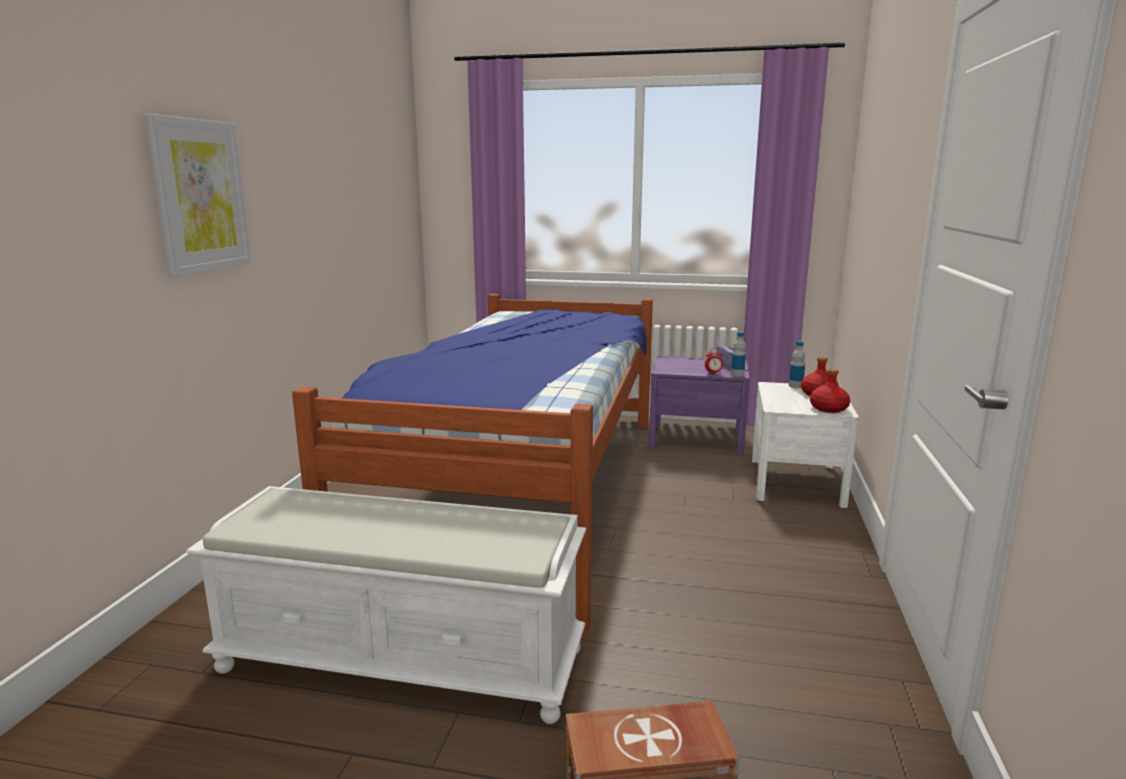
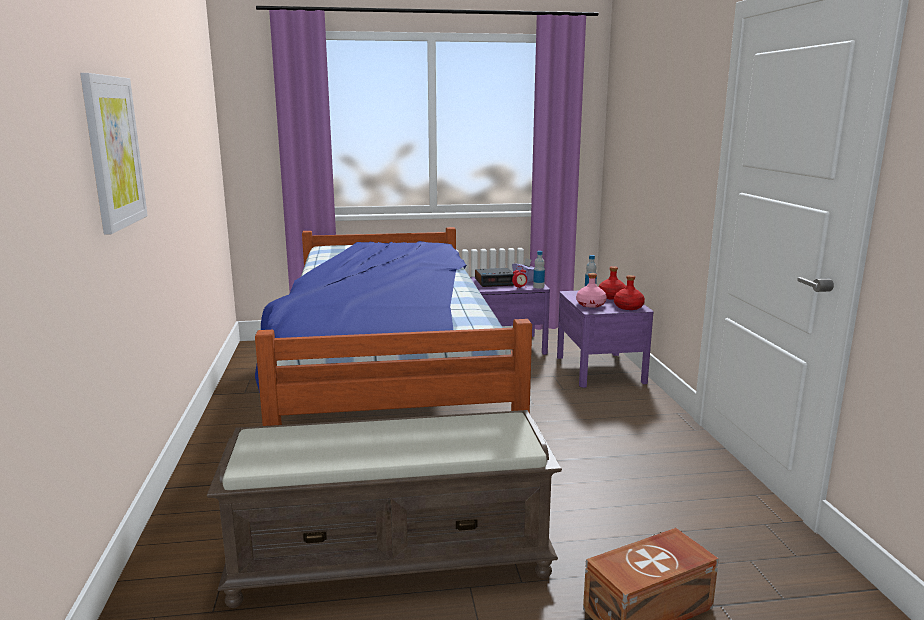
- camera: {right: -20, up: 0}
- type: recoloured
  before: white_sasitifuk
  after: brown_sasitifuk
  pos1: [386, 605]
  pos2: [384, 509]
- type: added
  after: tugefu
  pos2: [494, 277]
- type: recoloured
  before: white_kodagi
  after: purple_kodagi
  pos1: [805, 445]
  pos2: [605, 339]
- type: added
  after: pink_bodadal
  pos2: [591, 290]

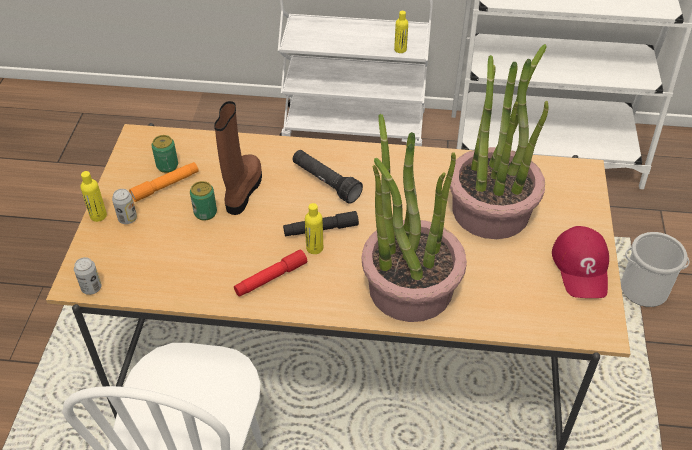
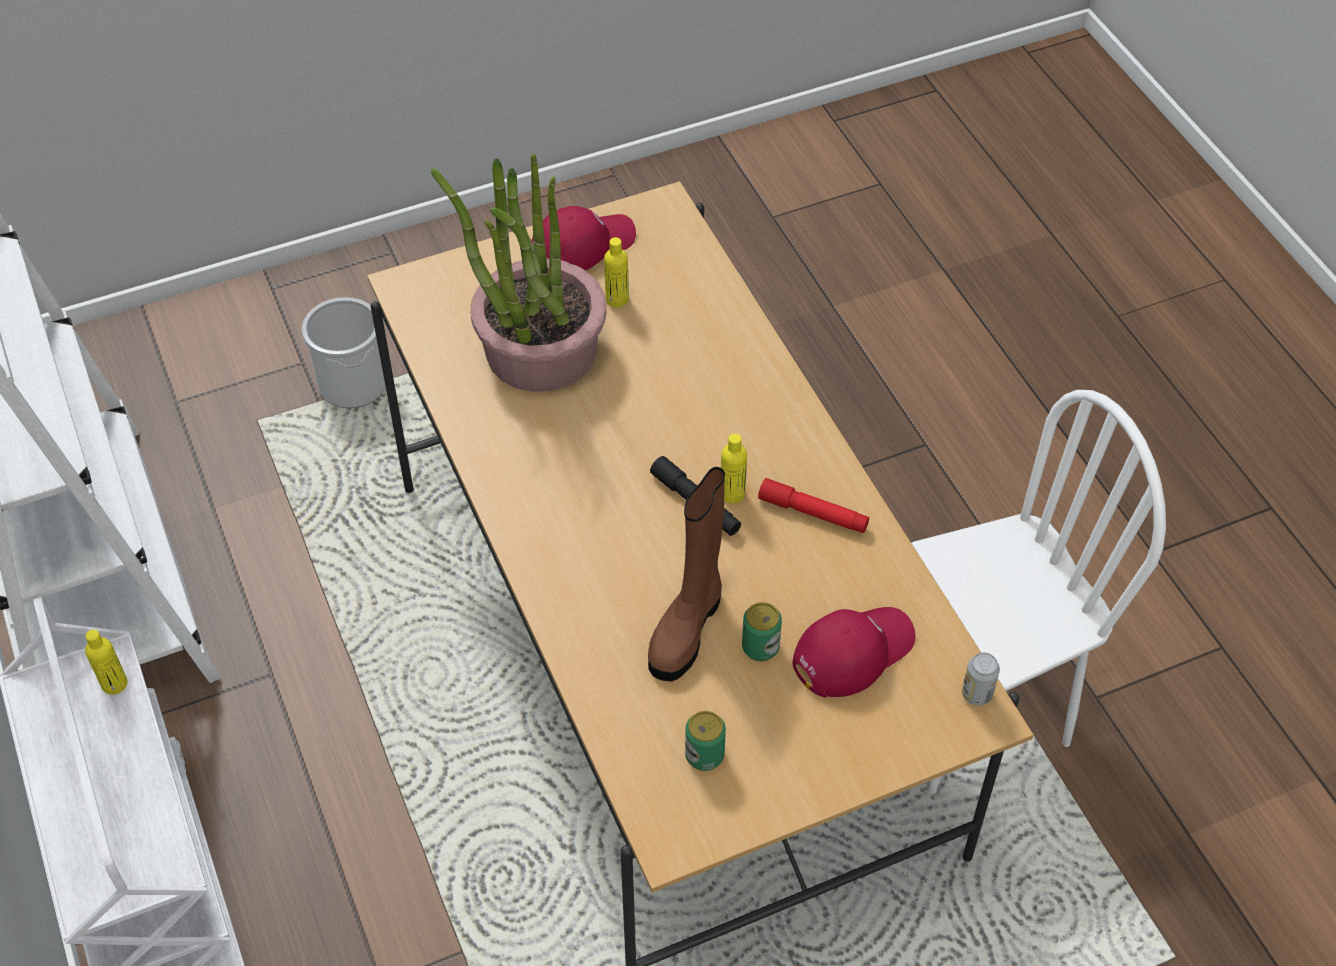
- camera: {right: -120, up: 5}
- type: moved
  before: yellow_bodadal
  pos1: [93, 196]
  pos2: [616, 272]
- type: turned
  before: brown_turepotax
  pos1: [238, 158]
  pos2: [686, 574]
  turn: -45
- type: added
  after: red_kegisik
  pos2: [854, 652]
- type: removed
  before: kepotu
  pos1: [124, 206]
- type: removed
  before: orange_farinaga
  pos1: [164, 182]
- type: removed
  before: black_farinaga
  pos1: [328, 177]
- type: removed
  before: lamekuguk
  pos1: [414, 218]

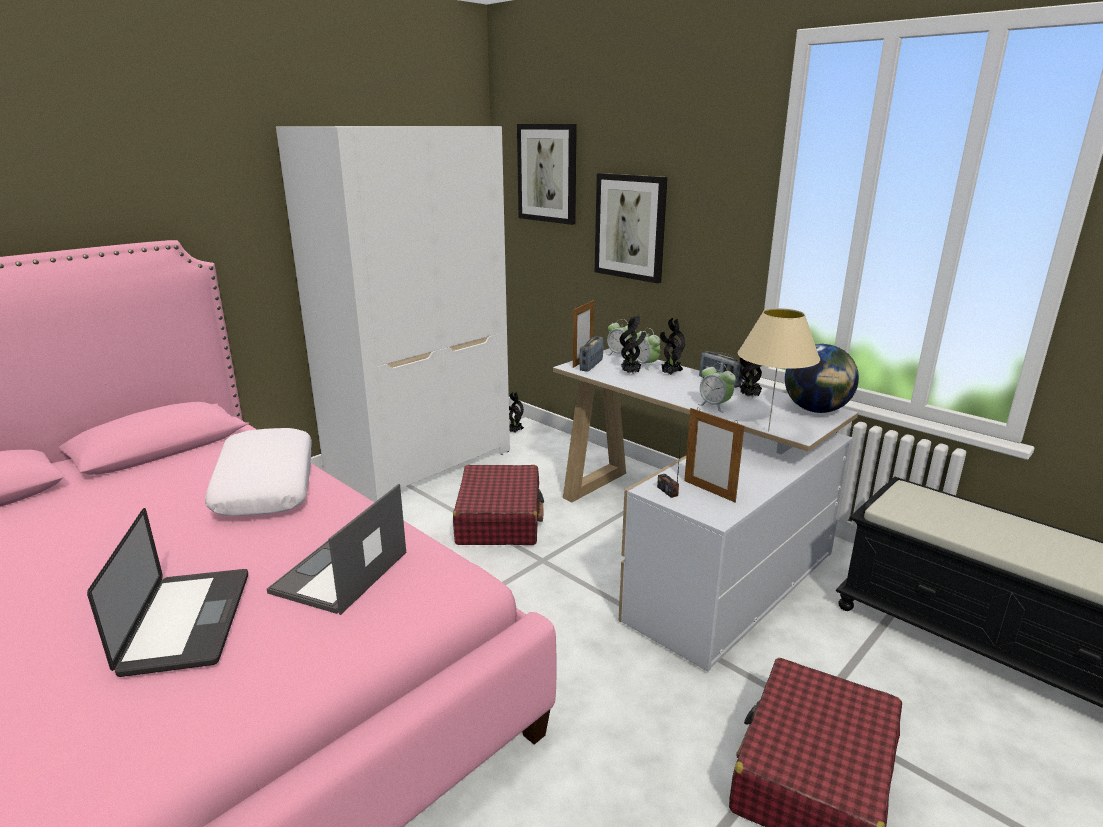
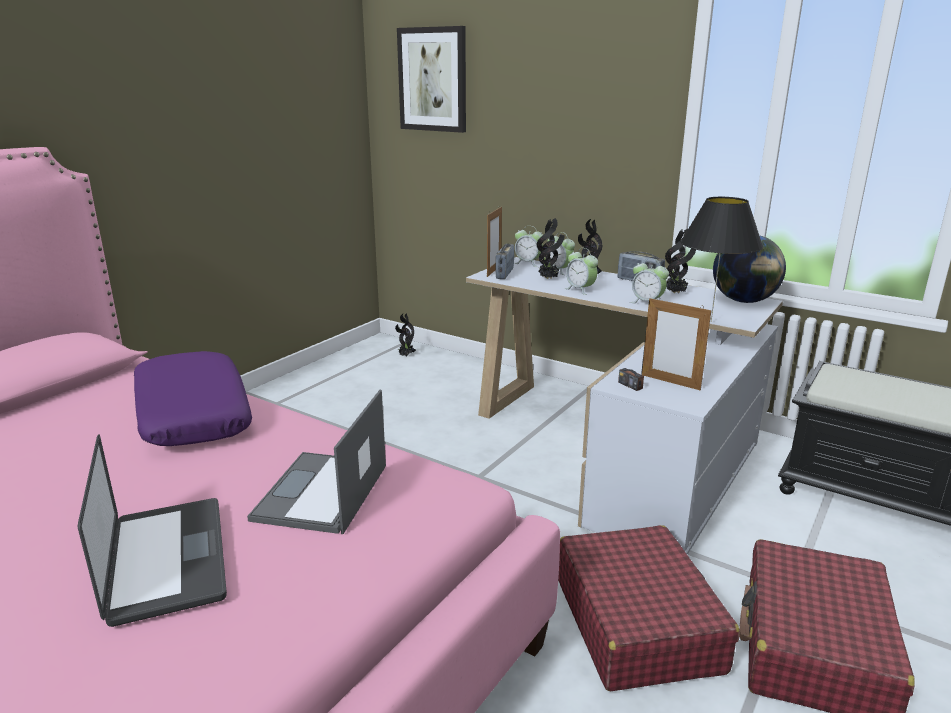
- camera: {right: -10, up: 0}
- type: recoloured
  before: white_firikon
  after: purple_firikon
  pos1: [258, 472]
  pos2: [193, 398]
- type: moved
  before: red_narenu
  pos1: [498, 505]
  pos2: [649, 608]
- type: added
  after: tugefu
  pos2: [581, 271]
- type: recoloured
  before: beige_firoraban
  after: black_firoraban
  pos1: [779, 370]
  pos2: [722, 259]
- type: removed
  before: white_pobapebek
  pos1: [393, 314]
- type: removed
  before: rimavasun
  pos1: [631, 228]

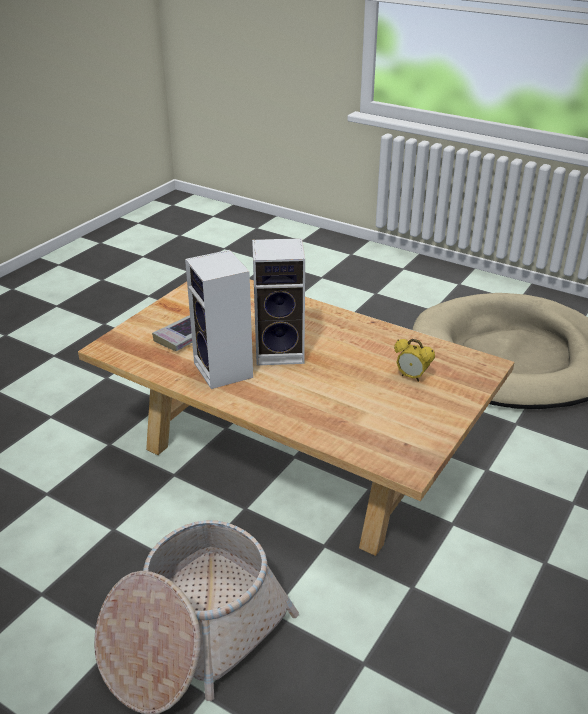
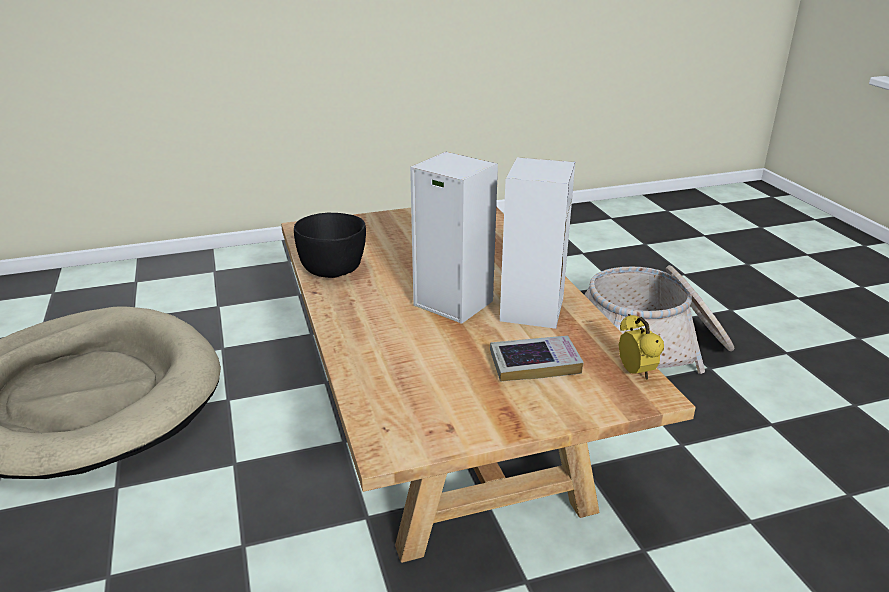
- camera: {right: -140, up: -5}
- type: added
  after: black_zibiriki
  pos2: [330, 245]
- type: moved
  before: tugefu
  pos1: [414, 360]
  pos2: [641, 346]

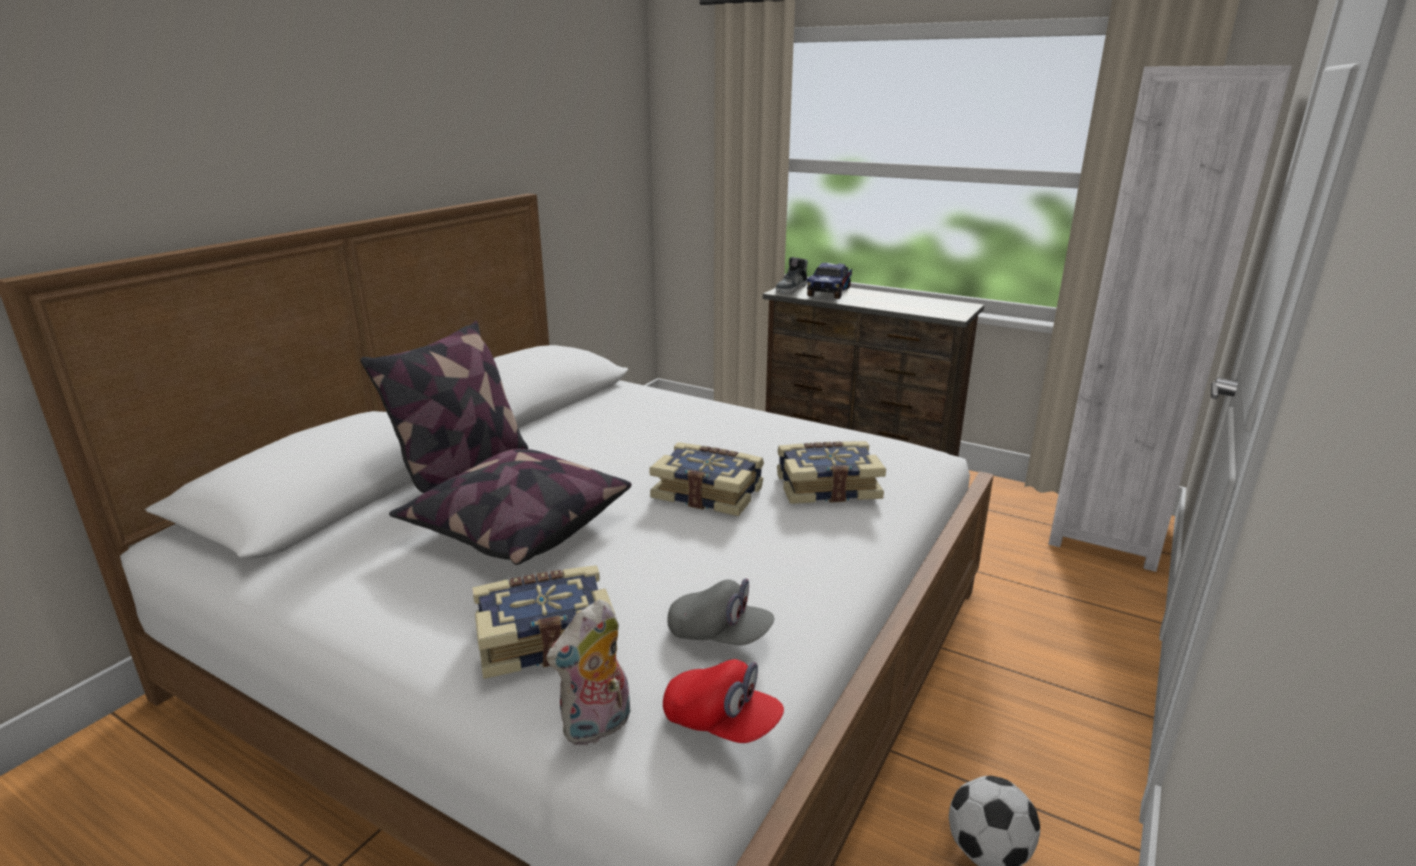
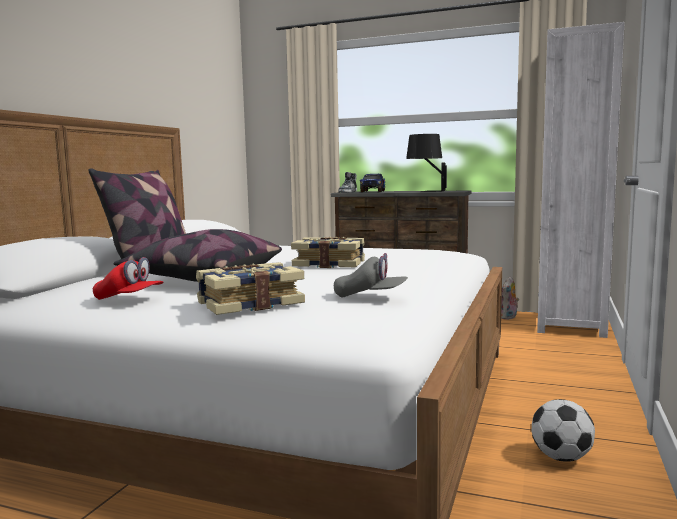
- camera: {right: -10, up: -15}
- type: moved
  before: red_kegisik
  pos1: [723, 701]
  pos2: [128, 278]
- type: added
  after: black_firoraban
  pos2: [426, 163]
- type: moved
  before: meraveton
  pos1: [588, 672]
  pos2: [510, 298]
- type: removed
  before: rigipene
  pos1: [831, 472]

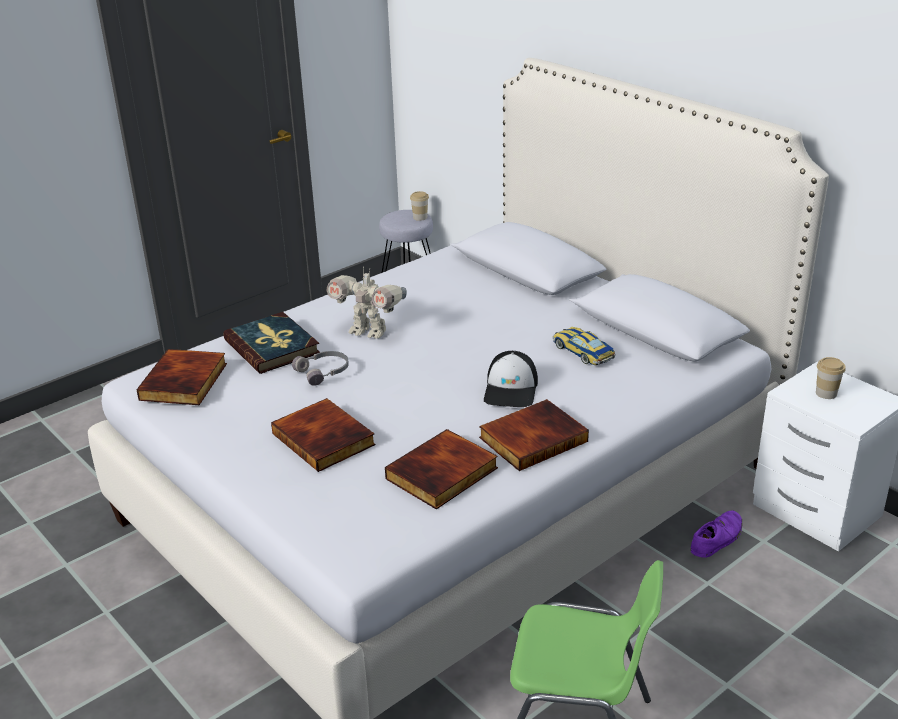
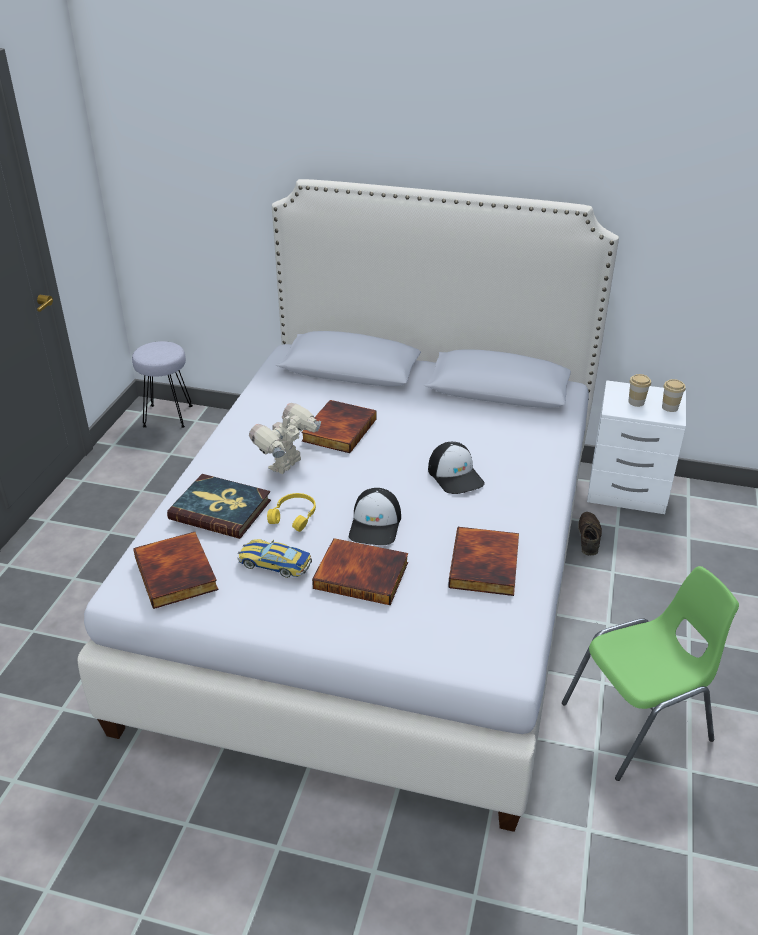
- camera: {right: -35, up: 5}
- type: moved
  before: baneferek
  pos1: [584, 346]
  pos2: [275, 558]
- type: turned
  before: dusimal
  pos1: [367, 303]
  pos2: [285, 438]
  turn: 135
- type: recoloured
  before: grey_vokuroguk
  after: yellow_vokuroguk
  pos1: [320, 368]
  pos2: [291, 512]
- type: moved
  before: rigipene
  pos1: [534, 435]
  pos2: [339, 426]
- type: added
  after: kegisik
  pos2: [375, 516]
- type: recoloured
  before: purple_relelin
  after: brown_relelin
  pos1: [717, 534]
  pos2: [590, 533]
- type: moved
  before: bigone
  pos1: [419, 206]
  pos2: [674, 395]

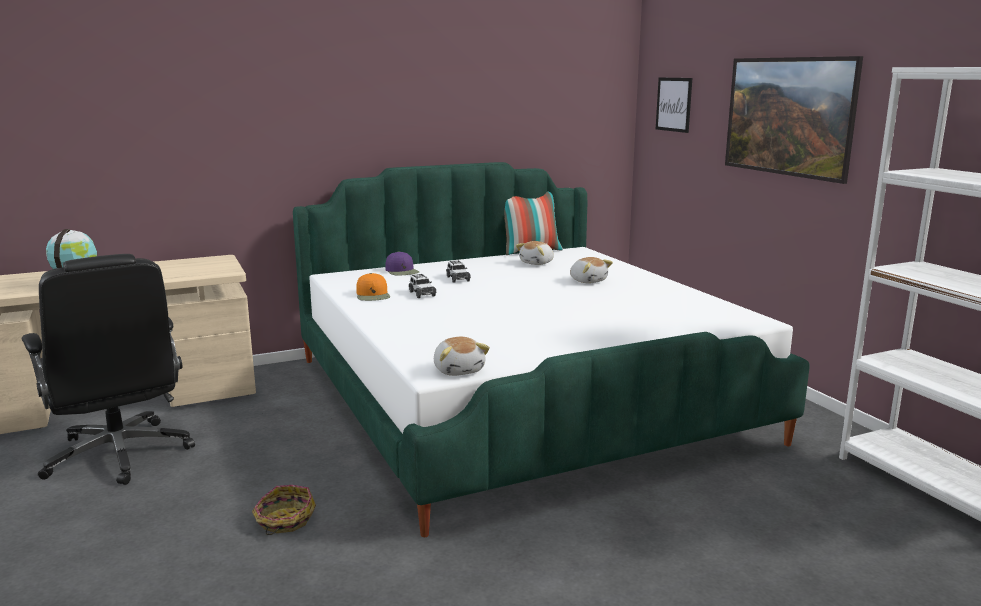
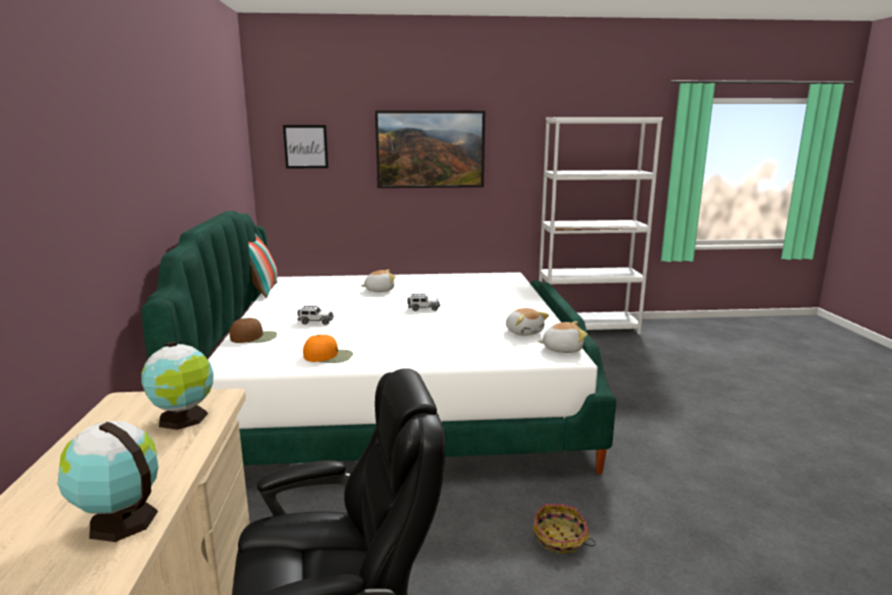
- camera: {right: -70, up: 0}
- type: added
  after: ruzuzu
  pos2: [177, 386]
- type: recoloured
  before: purple_kegisik
  after: brown_kegisik
  pos1: [402, 263]
  pos2: [253, 330]
- type: moved
  before: baneferek
  pos1: [423, 286]
  pos2: [423, 302]
- type: moved
  before: meraveton
  pos1: [535, 253]
  pos2: [527, 322]

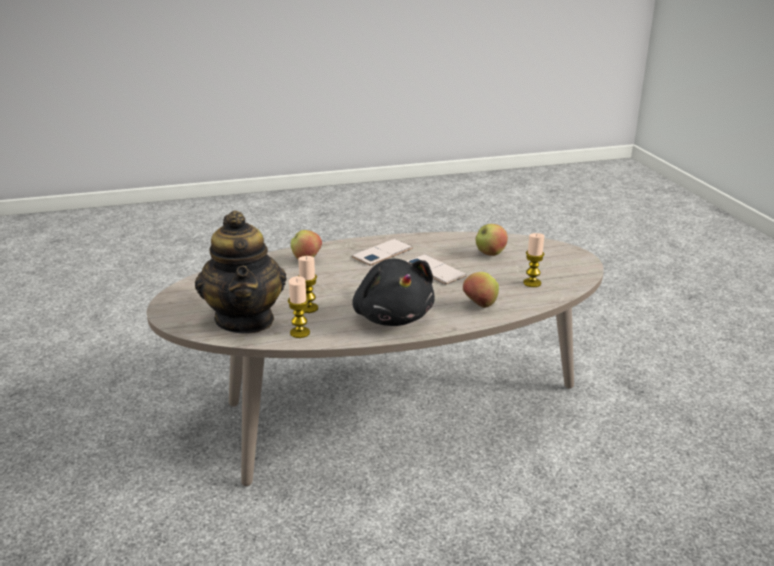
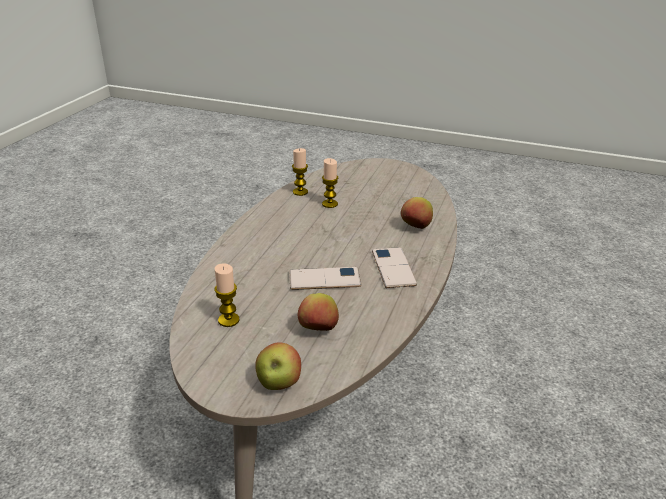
- camera: {right: 125, up: 5}
- type: moved
  before: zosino
  pos1: [481, 290]
  pos2: [278, 366]
- type: removed
  before: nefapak
  pos1: [241, 272]
- type: removed
  before: black_meraveton
  pos1: [393, 292]

